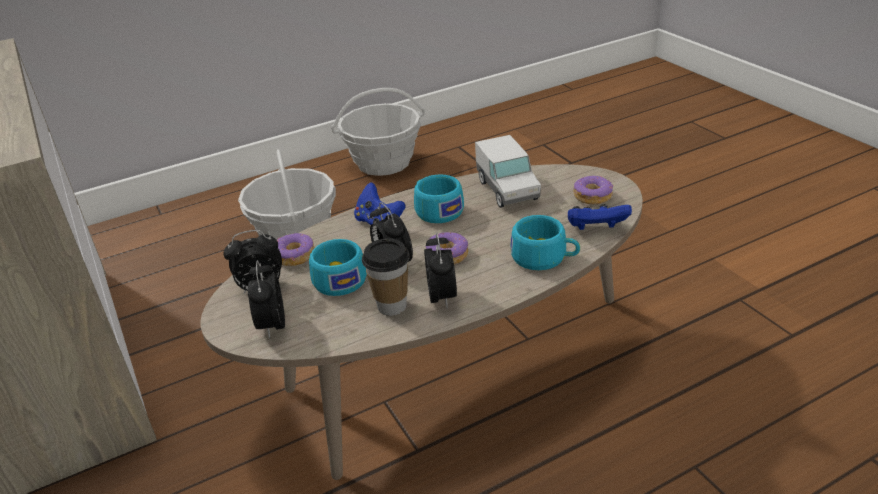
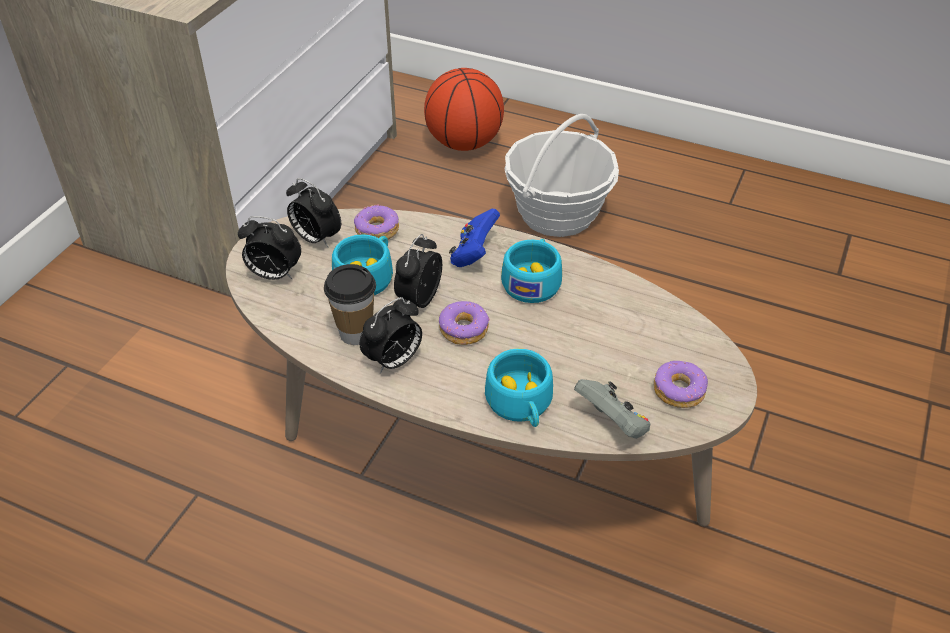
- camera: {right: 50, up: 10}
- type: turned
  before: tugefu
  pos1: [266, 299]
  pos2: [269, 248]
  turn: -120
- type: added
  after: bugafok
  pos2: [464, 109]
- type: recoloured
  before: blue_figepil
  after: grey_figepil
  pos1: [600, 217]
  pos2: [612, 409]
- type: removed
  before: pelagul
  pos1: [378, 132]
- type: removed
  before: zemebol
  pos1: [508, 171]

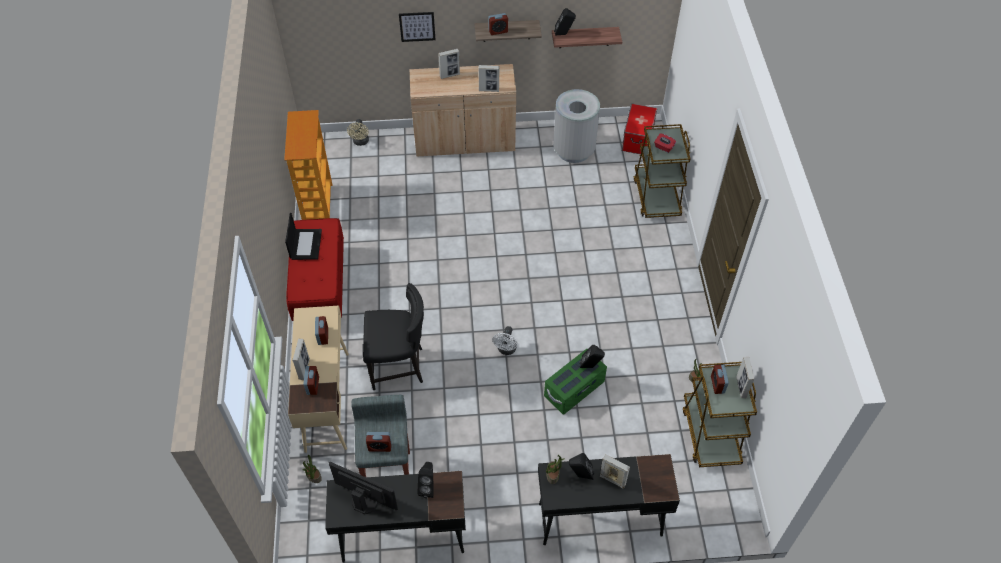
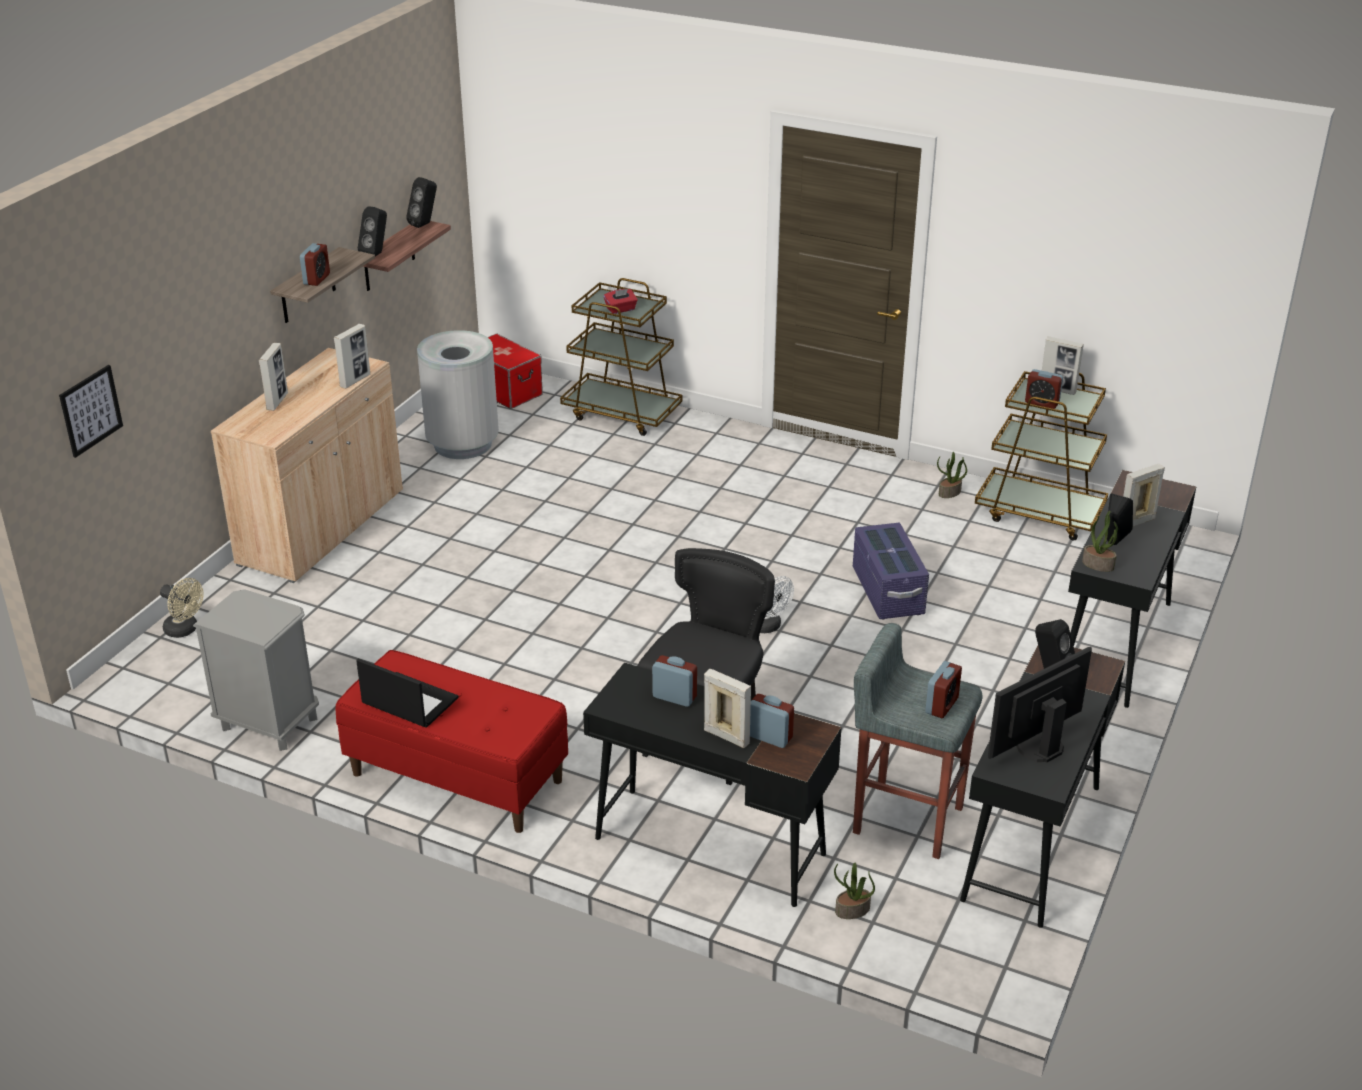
- camera: {right: -60, up: -20}
- type: moved
  before: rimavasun
  pos1: [417, 27]
  pos2: [91, 411]
- type: replaced
  before: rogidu
  after: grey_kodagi
  pos1: [308, 165]
  pos2: [256, 670]
- type: moved
  before: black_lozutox
  pos1: [592, 356]
  pos2: [421, 202]
- type: recoloured
  before: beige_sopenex
  after: black_sopenex
  pos1: [318, 379]
  pos2: [712, 785]
- type: recoloured
  before: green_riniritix
  after: purple_riniritix
  pos1: [575, 382]
  pos2: [891, 571]

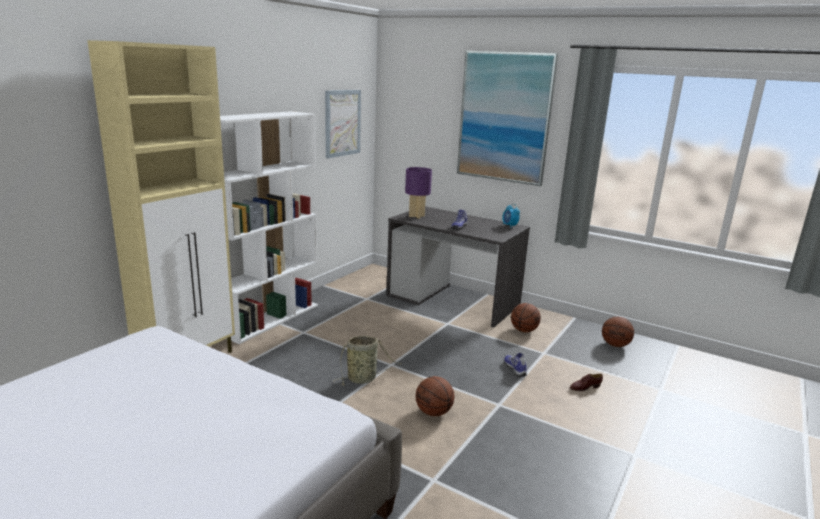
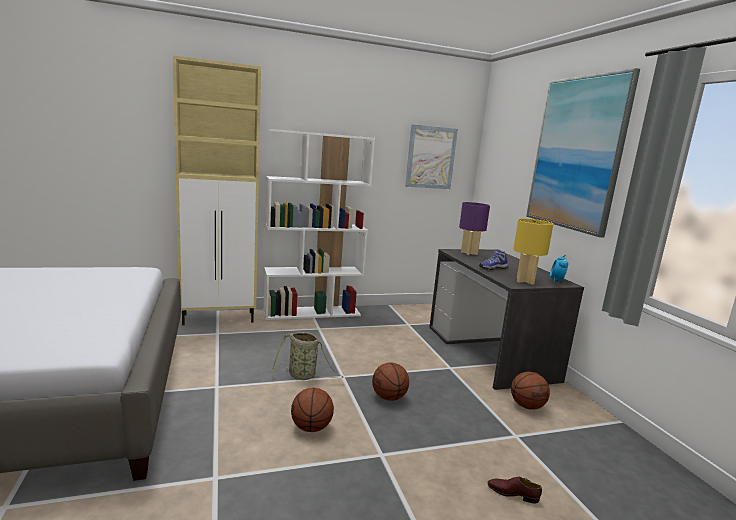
- camera: {right: 40, up: -5}
- type: moved
  before: bugafok
  pos1: [618, 332]
  pos2: [390, 381]
- type: added
  after: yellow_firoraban
  pos2: [533, 252]
- type: removed
  before: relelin
  pos1: [515, 365]

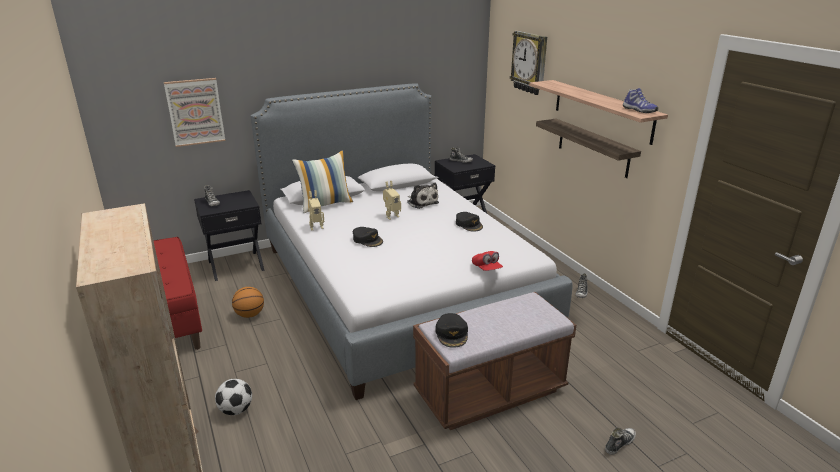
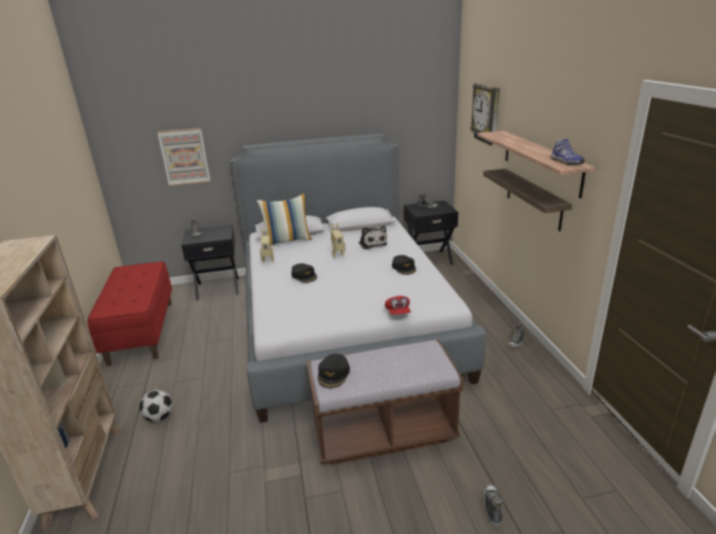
- camera: {right: 15, up: 0}
- type: turned
  before: relelin
  pos1: [620, 441]
  pos2: [493, 505]
  turn: -60
- type: removed
  before: bugafok
  pos1: [248, 302]

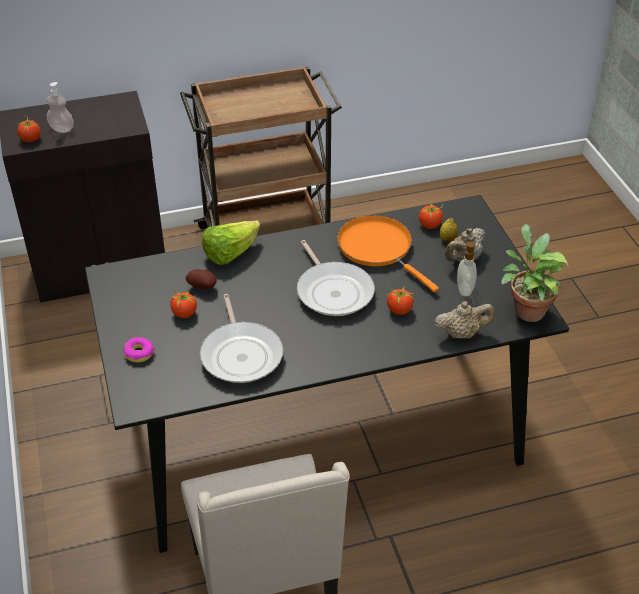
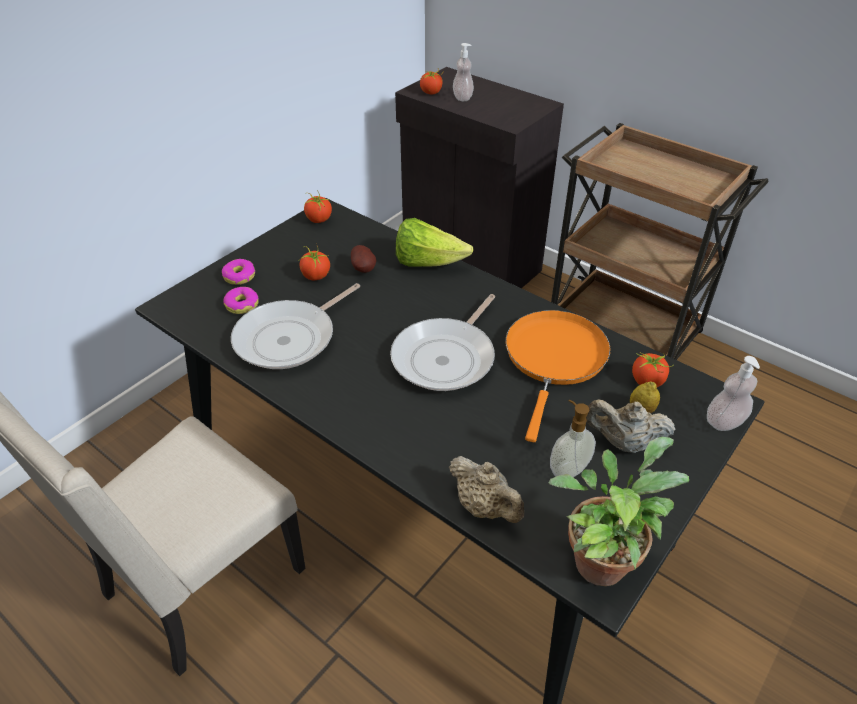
- camera: {right: 55, up: 0}
- type: added
  after: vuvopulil
  pos2: [241, 300]
- type: moved
  before: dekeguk
  pos1: [400, 301]
  pos2: [318, 206]
- type: added
  after: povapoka
  pos2: [733, 393]

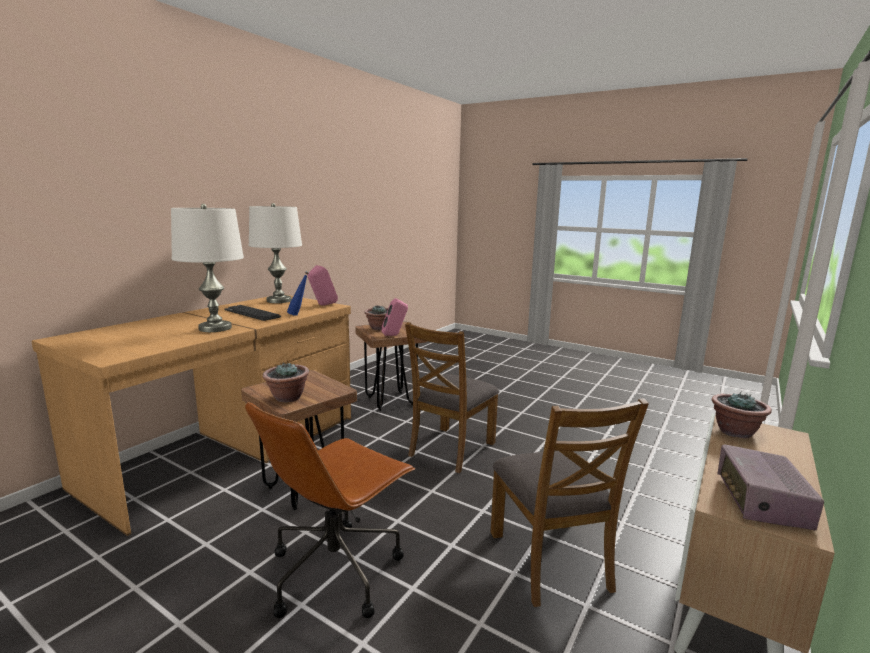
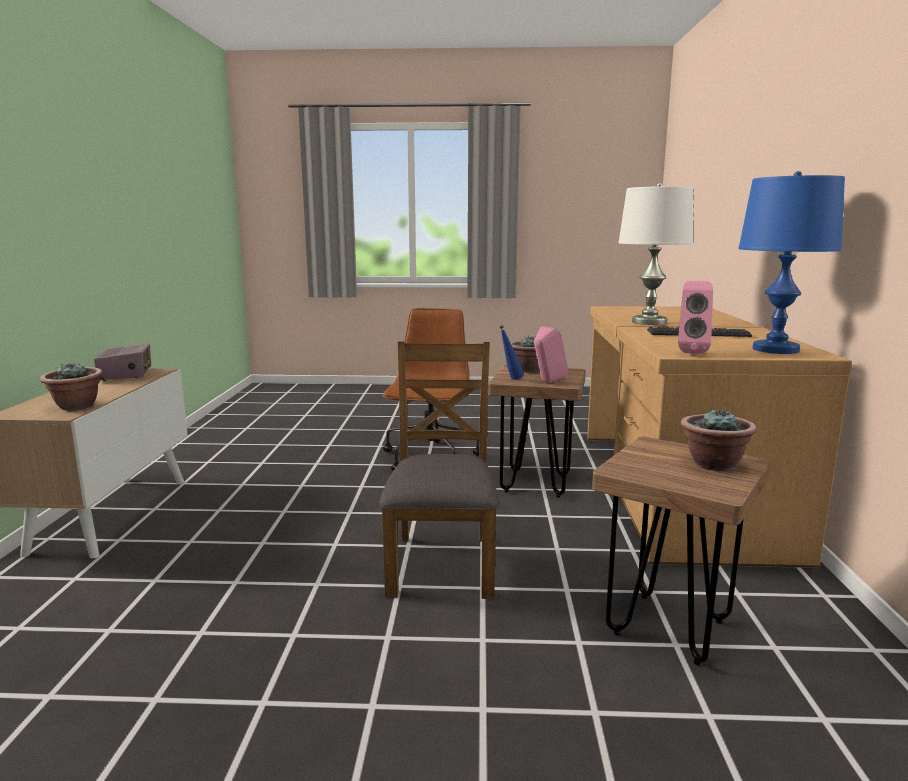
- camera: {right: 150, up: 0}
- type: moved
  before: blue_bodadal
  pos1: [297, 294]
  pos2: [511, 352]
- type: moved
  before: pink_lozutox
  pos1: [395, 317]
  pos2: [551, 354]
- type: recoloured
  before: white_firoraban
  after: blue_firoraban
  pos1: [275, 253]
  pos2: [791, 262]
- type: removed
  before: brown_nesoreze
  pos1: [570, 502]

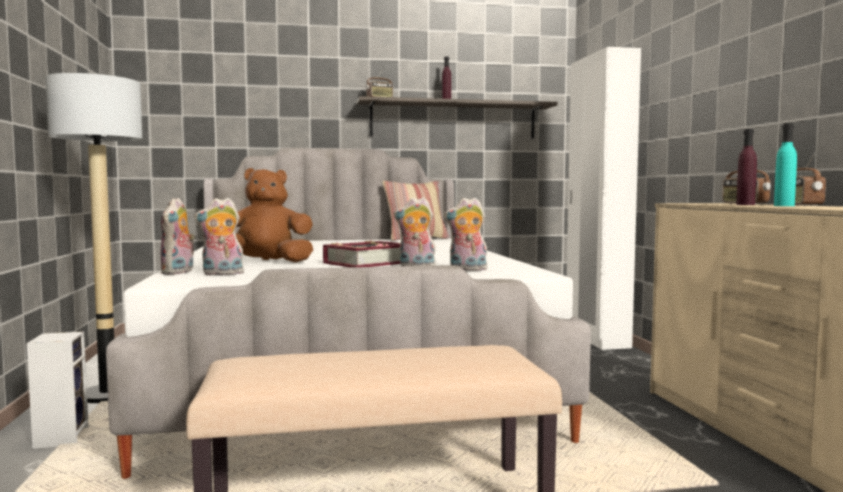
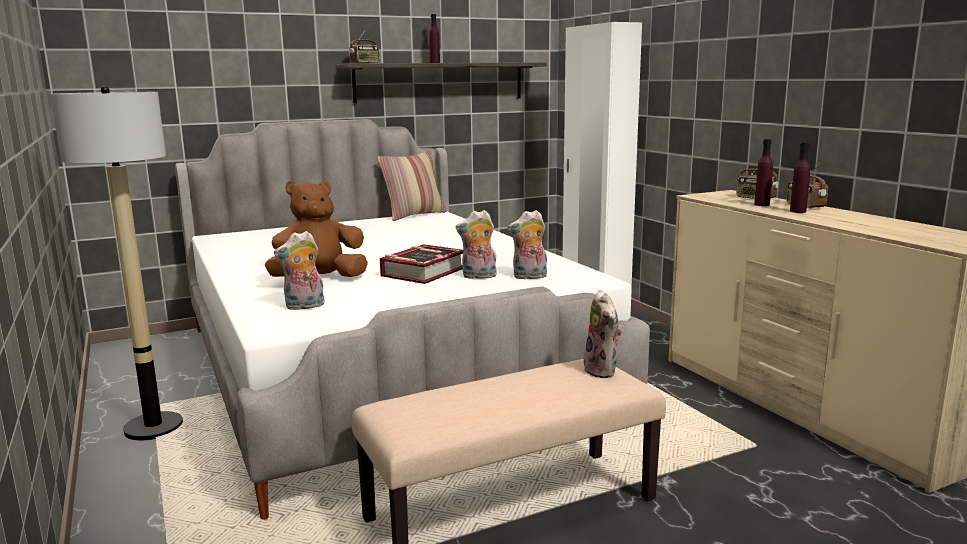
- camera: {right: -15, up: 10}
- type: moved
  before: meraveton
  pos1: [177, 236]
  pos2: [603, 333]
- type: recoloured
  before: turquoise_bodadal
  after: purple_bodadal
  pos1: [785, 164]
  pos2: [800, 177]
- type: removed
  before: lozutox
  pos1: [58, 390]

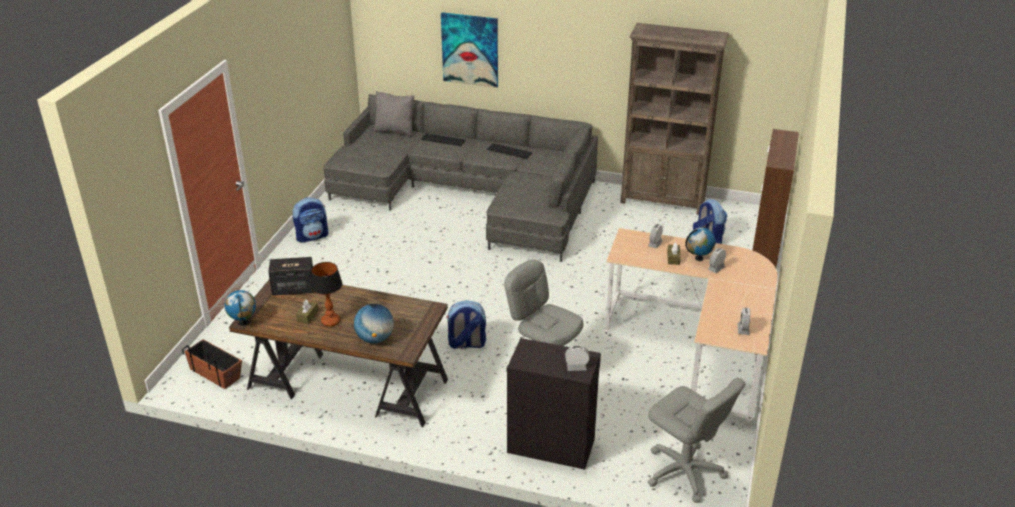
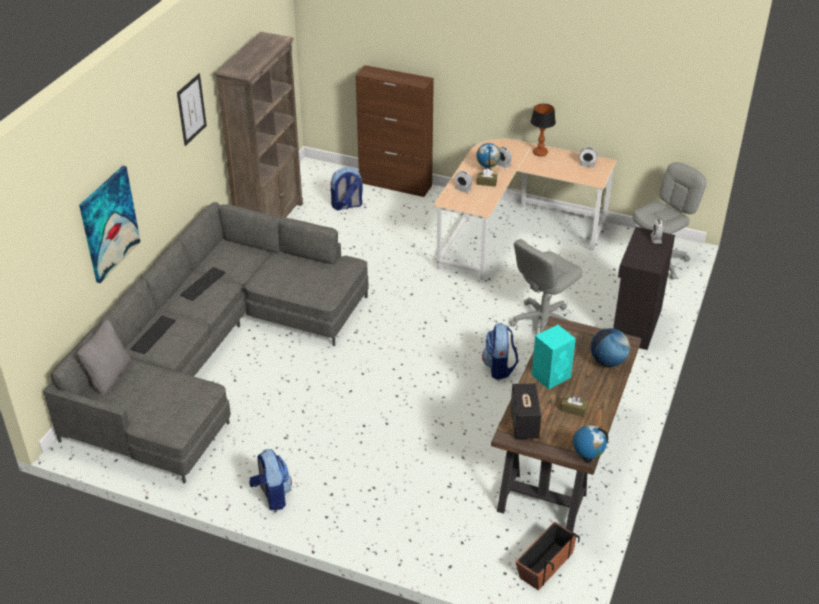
- camera: {right: -85, up: 5}
- type: added
  after: rimavasun
  pos2: [192, 109]
- type: moved
  before: firoraban
  pos1: [326, 294]
  pos2: [543, 130]
- type: added
  after: turquoise_lozutox
  pos2: [554, 357]

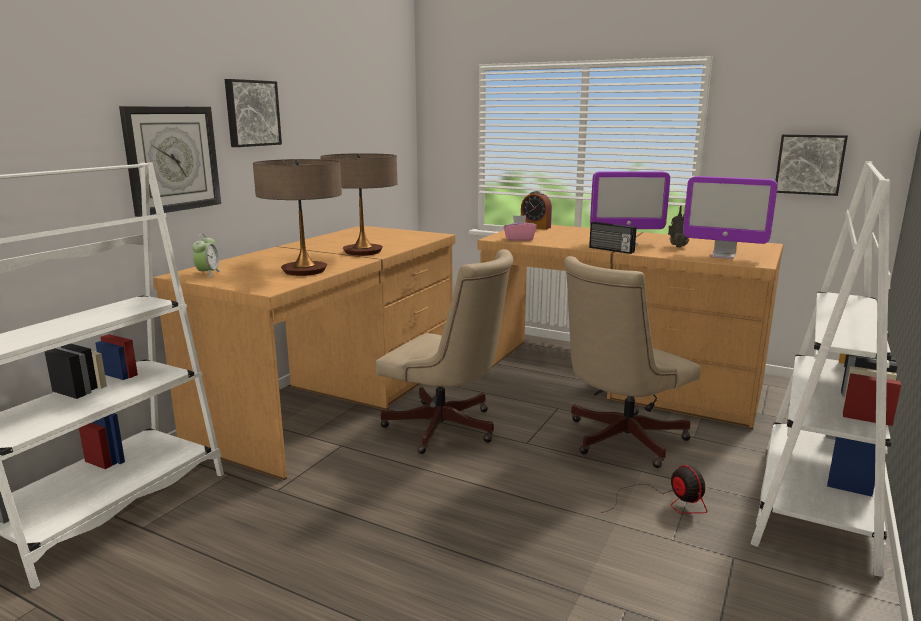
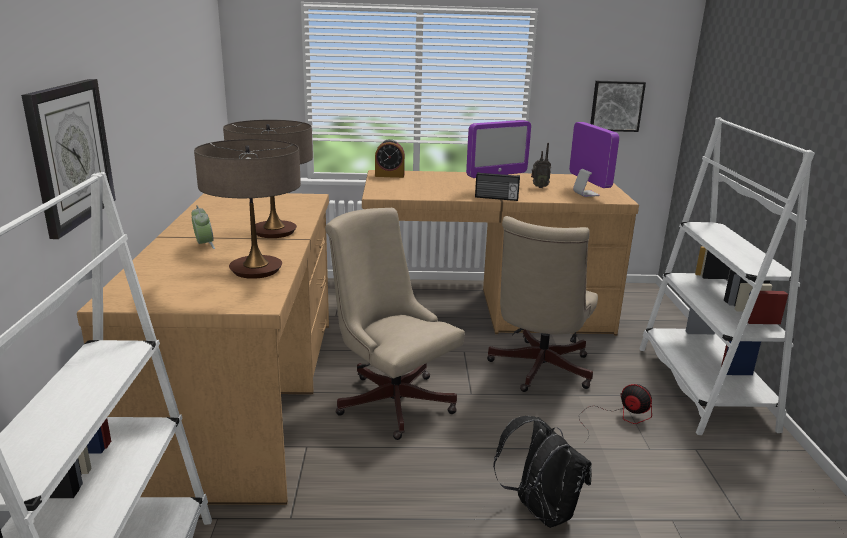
- camera: {right: -30, up: 5}
- type: moved
  before: tugefu
  pos1: [206, 255]
  pos2: [203, 227]
- type: turned
  before: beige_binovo
  pos1: [444, 351]
  pos2: [395, 324]
  turn: -135
- type: added
  after: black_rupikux
  pos2: [542, 472]
- type: turned
  before: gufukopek
  pos1: [730, 217]
  pos2: [594, 159]
  turn: -105
- type: removed
  before: rimavasun
  pos1: [253, 113]
- type: removed
  before: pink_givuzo
  pos1: [520, 228]

